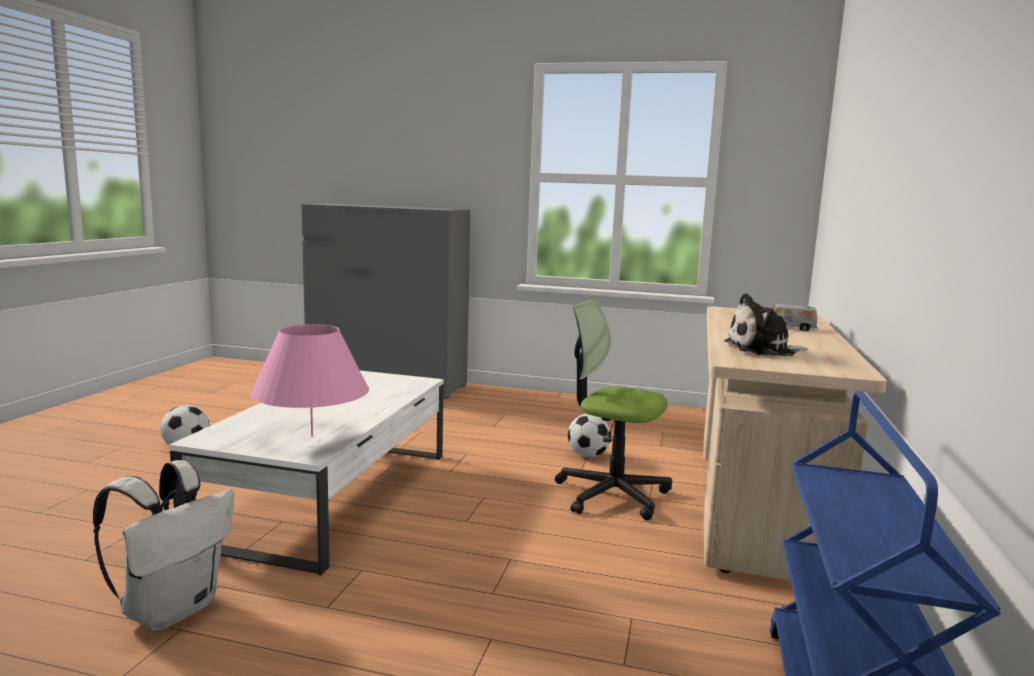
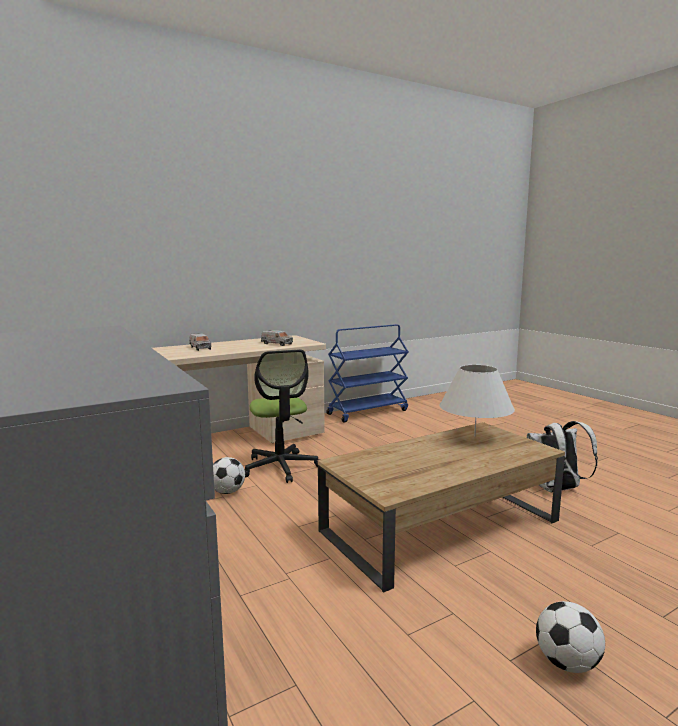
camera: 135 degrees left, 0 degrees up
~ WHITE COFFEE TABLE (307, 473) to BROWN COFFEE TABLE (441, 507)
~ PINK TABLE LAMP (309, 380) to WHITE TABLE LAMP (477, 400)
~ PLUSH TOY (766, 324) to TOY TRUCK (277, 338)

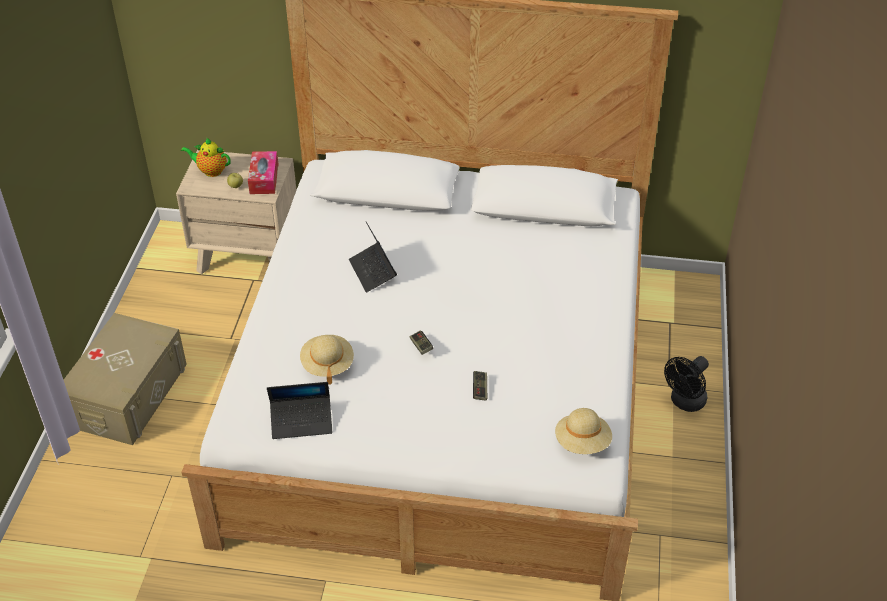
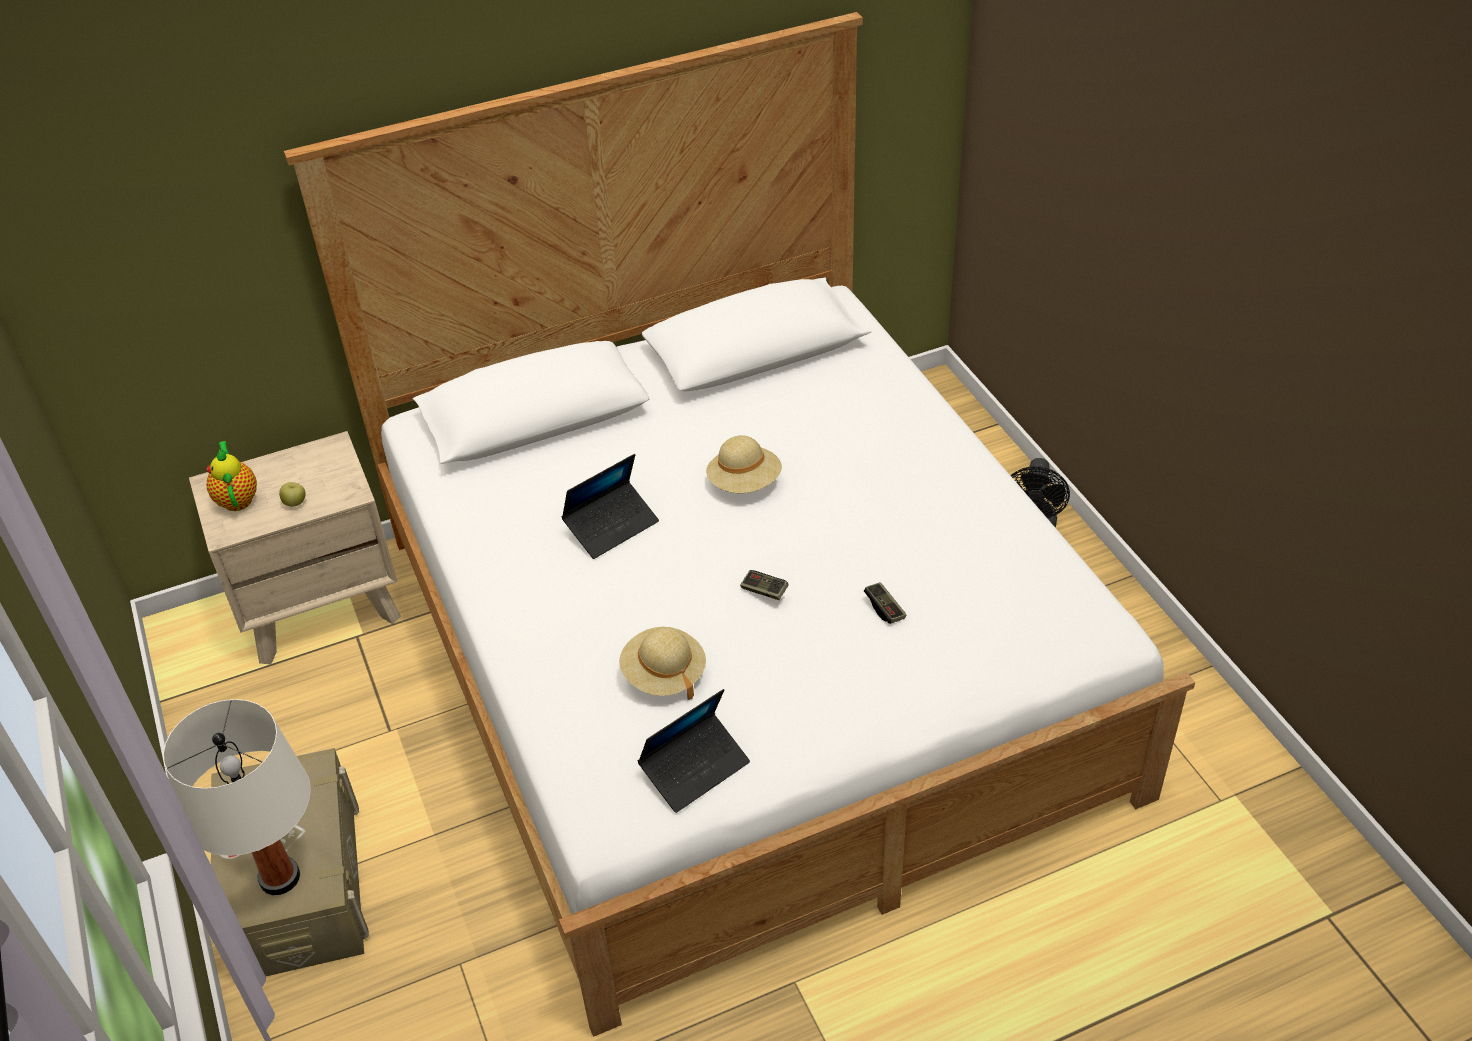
camera: 30 degrees left, 0 degrees up
~ TEAPOT (206, 157) = (232, 476) 90 degrees clockwise
- TISSUE BOX (263, 172)
~ LAPTOP (373, 257) = (610, 506) 75 degrees counterclockwise
~ BEIGE HAT (583, 431) to (744, 464)
+ WHITE TABLE LAMP (237, 797)

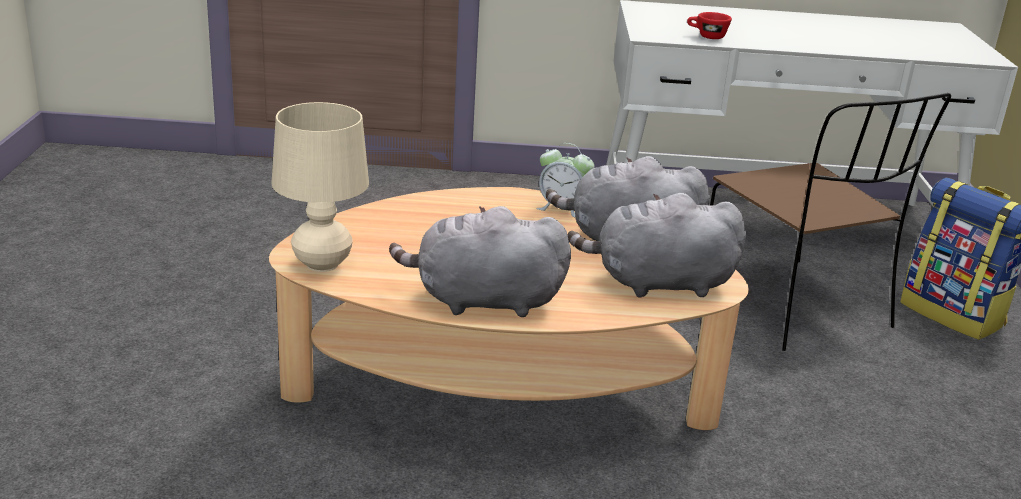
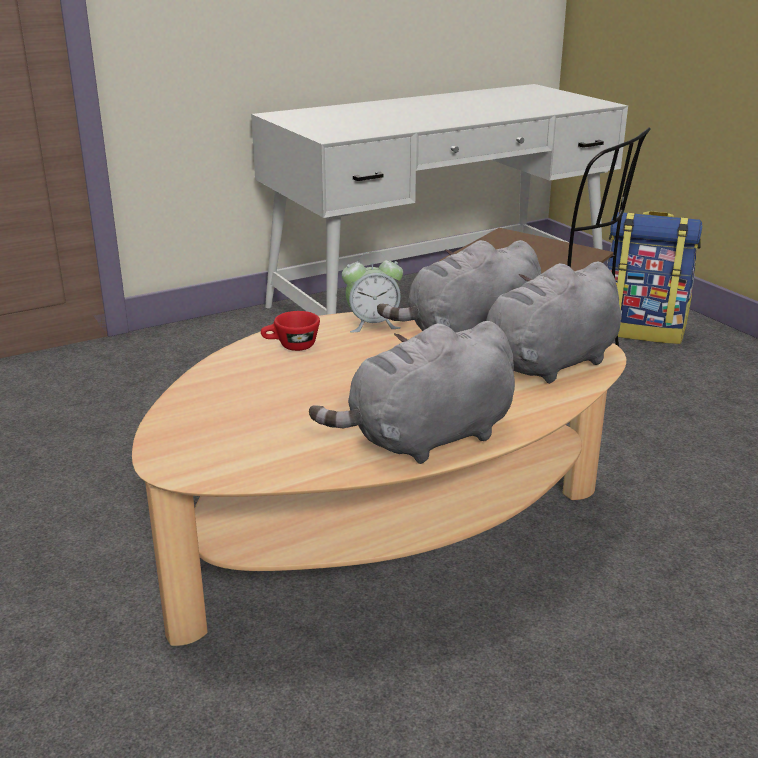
camera: 30 degrees left, 0 degrees up
- BEIGE TABLE LAMP (320, 187)
~ RED CUP (709, 25) to (290, 331)

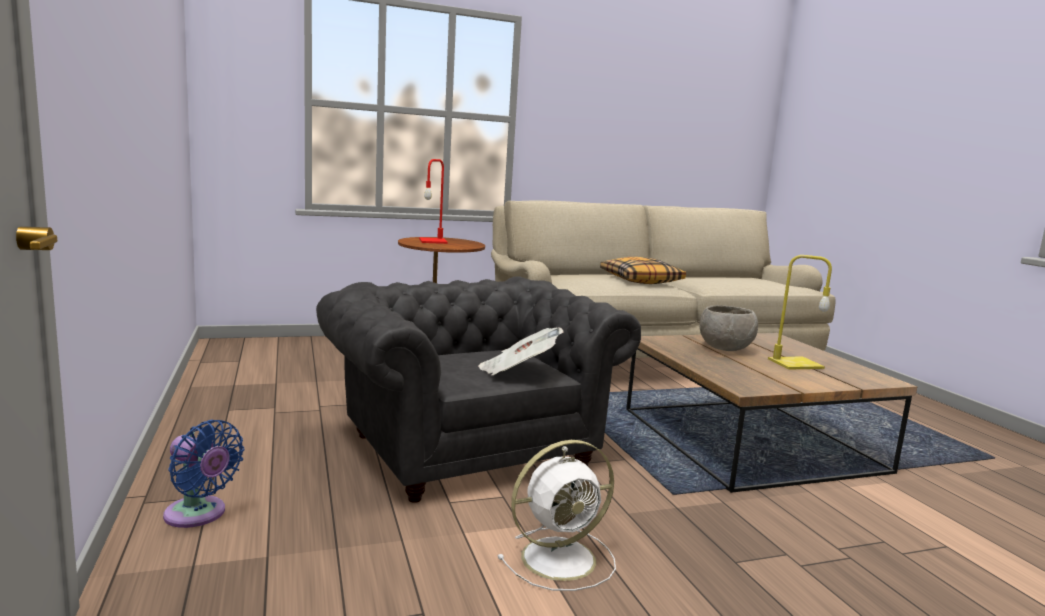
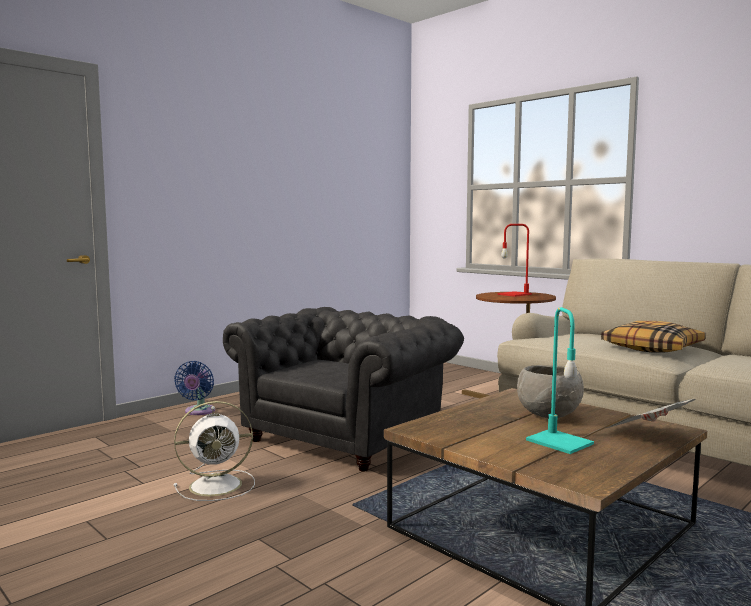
camera: 65 degrees right, 5 degrees down
~ NEWSPAPER (521, 351) to (651, 413)
~ WHITE FAN (557, 515) = (214, 451) 60 degrees counterclockwise
~ YELLOW TABLE LAMP (800, 312) to TURQUOISE TABLE LAMP (560, 380)

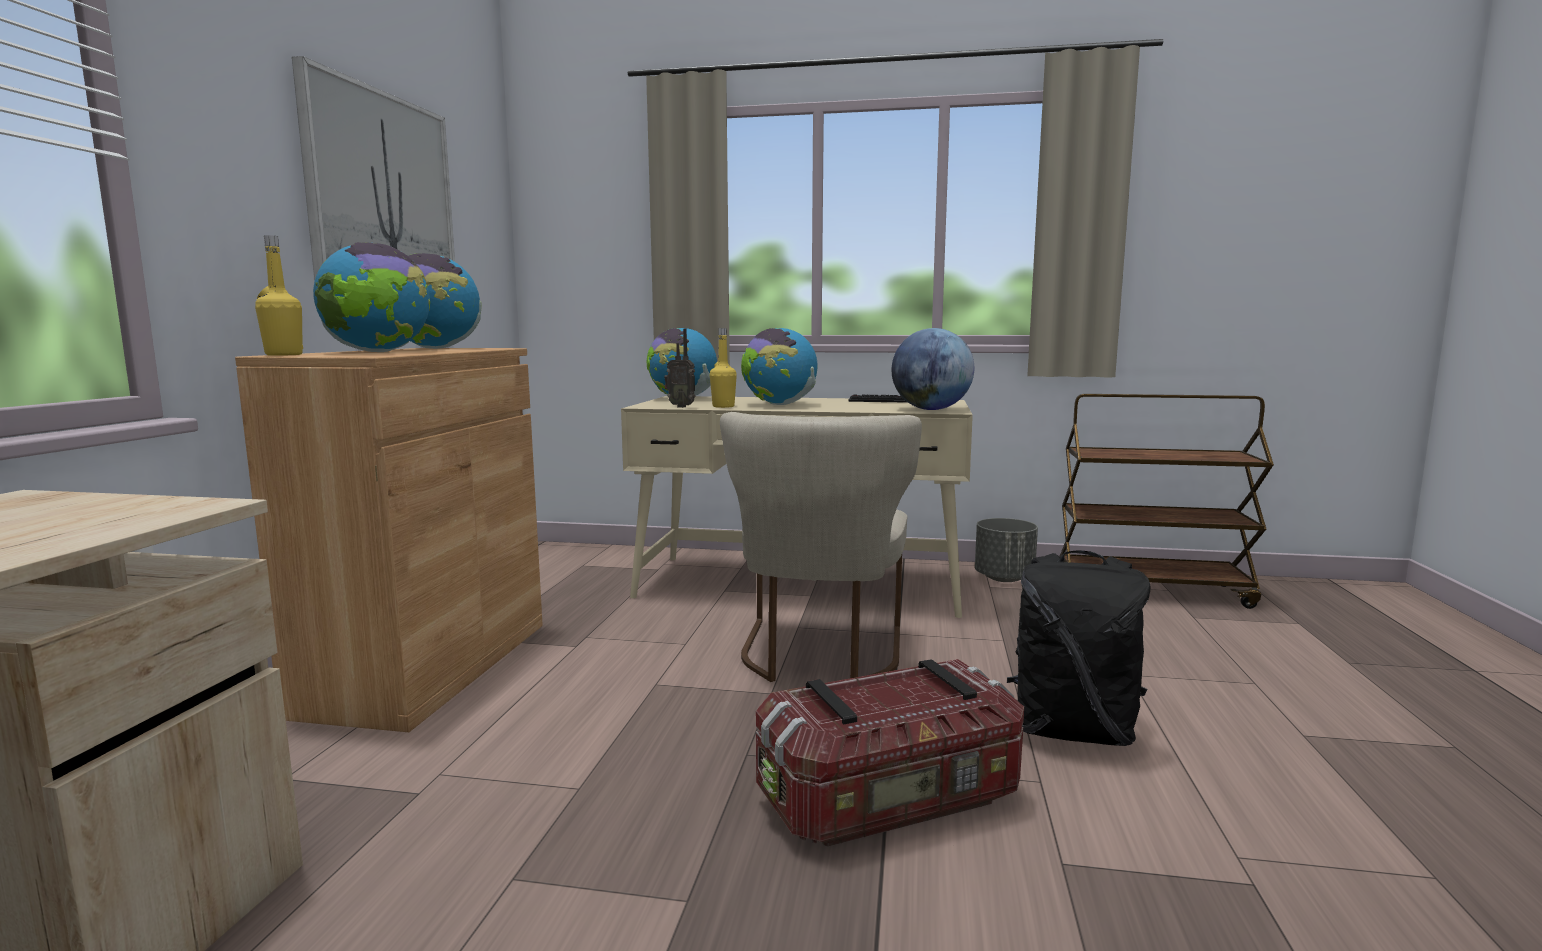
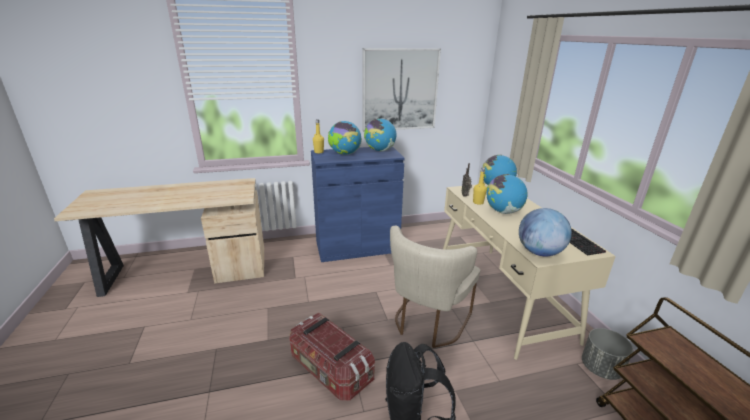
camera: 65 degrees right, 15 degrees up
~ BROWN CABINET (389, 540) to BLUE CABINET (358, 204)
~ BEIGE CHAIR (821, 547) = (435, 287) 45 degrees counterclockwise

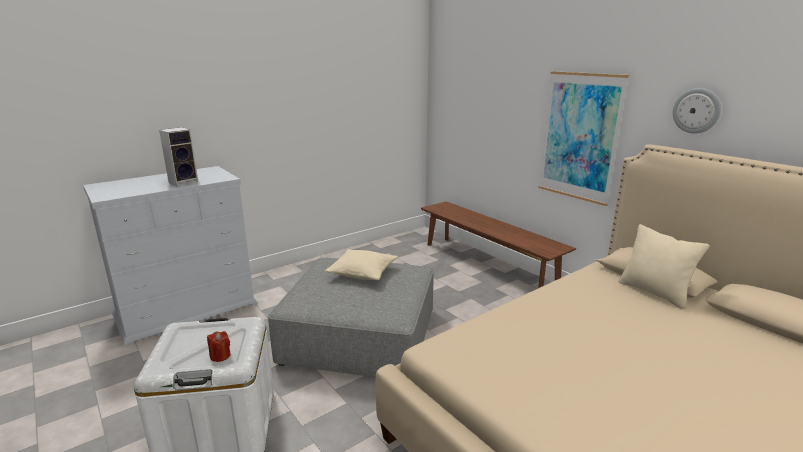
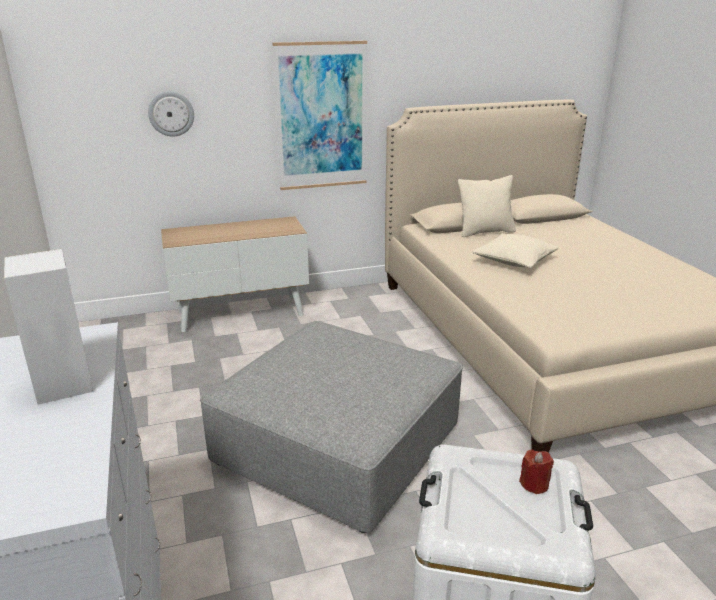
camera: 70 degrees left, 5 degrees up
~ BEIGE PILLOW (361, 264) to (515, 250)
~ BROWN BENCH (498, 244) to CABINET (235, 274)
~ WALL CLOCK (697, 111) to (171, 114)

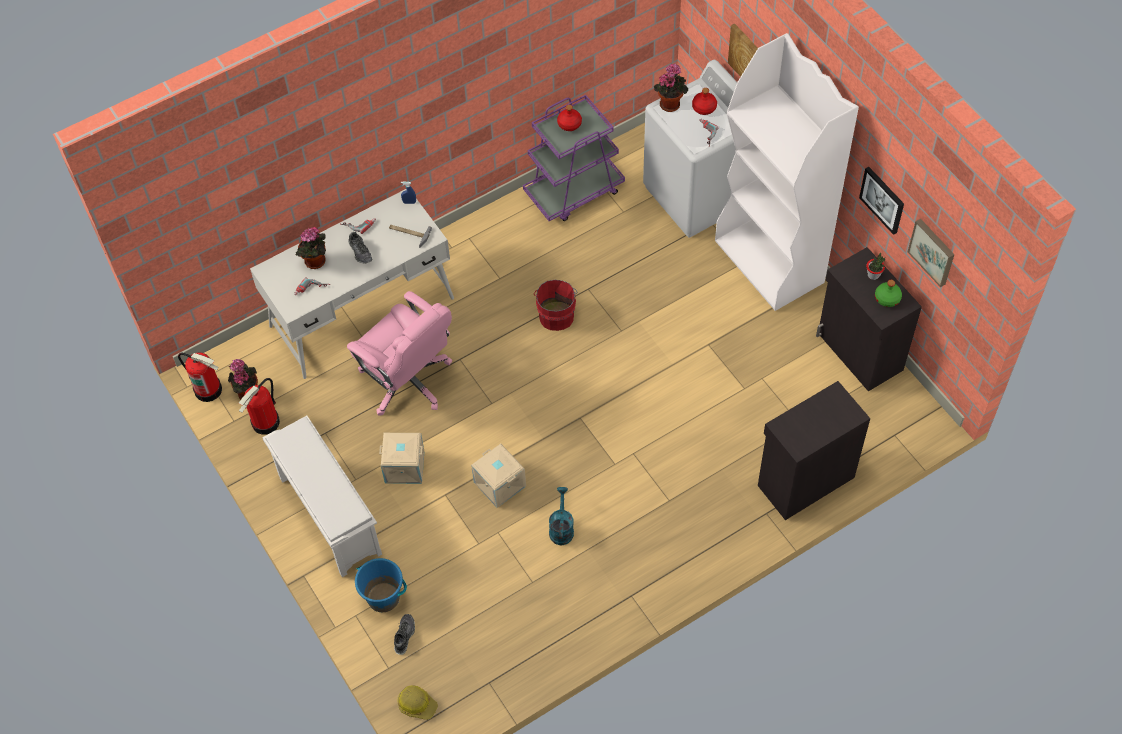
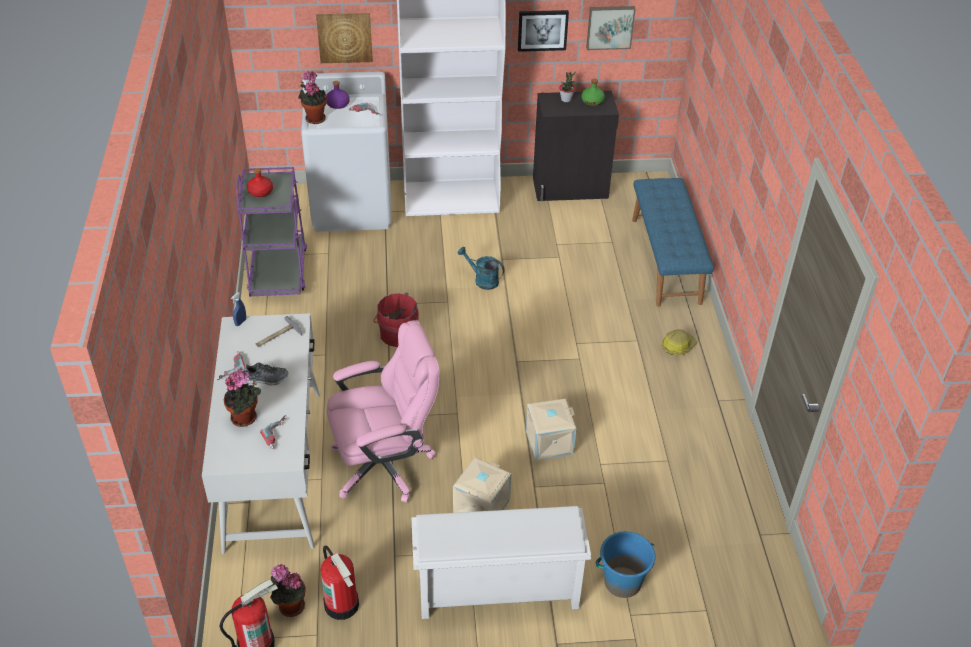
camera: 65 degrees left, 15 degrees down
- SHOE (404, 634)
~ HARD HAT (417, 703) to (679, 342)
~ TURQUOISE WATERING CAN (561, 516) to (480, 268)
~ RED BOTTLE (704, 101) to PURPLE BOTTLE (338, 95)
~ BLACK CABINET (814, 450) to BLUE BENCH (673, 242)

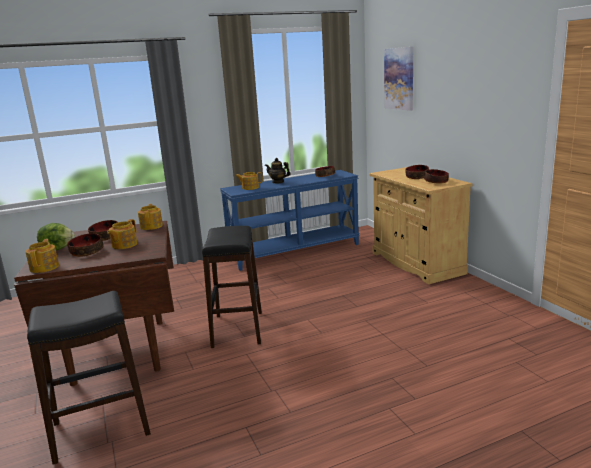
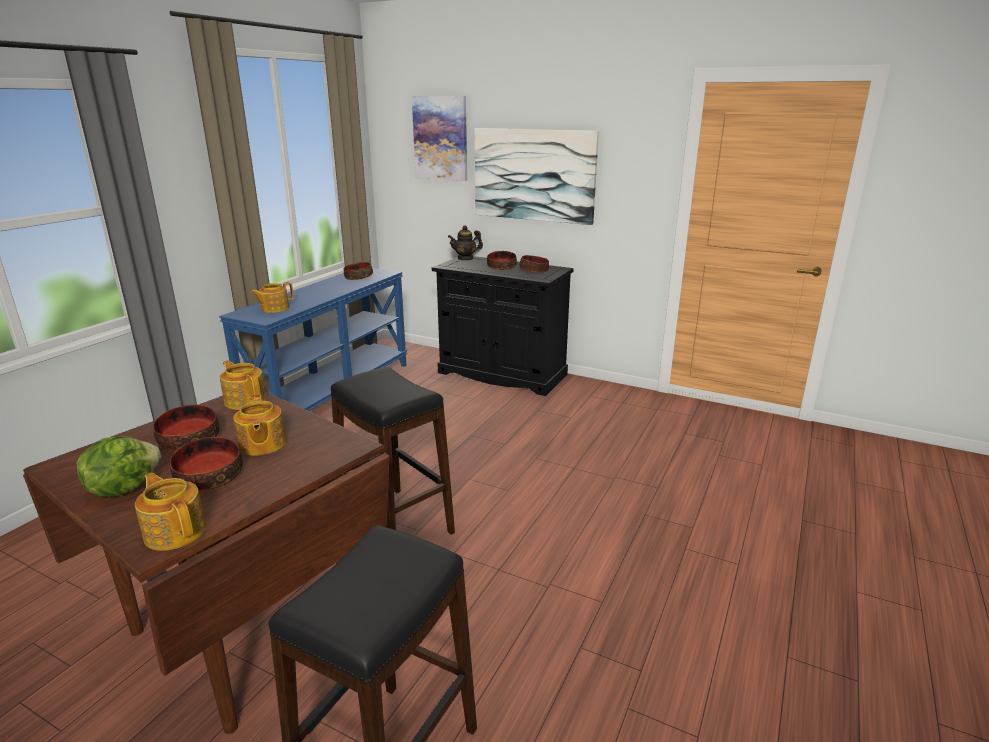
camera: 40 degrees left, 5 degrees up
~ TEAPOT (277, 171) to (465, 242)
~ BEIGE CABINET (421, 225) to BLACK CABINET (503, 326)
+ PICTURE (537, 176)

